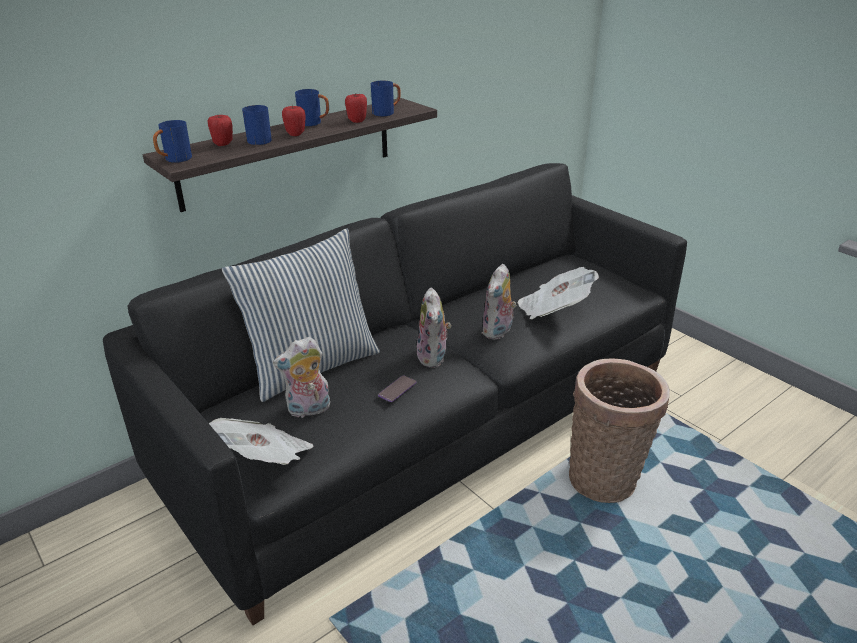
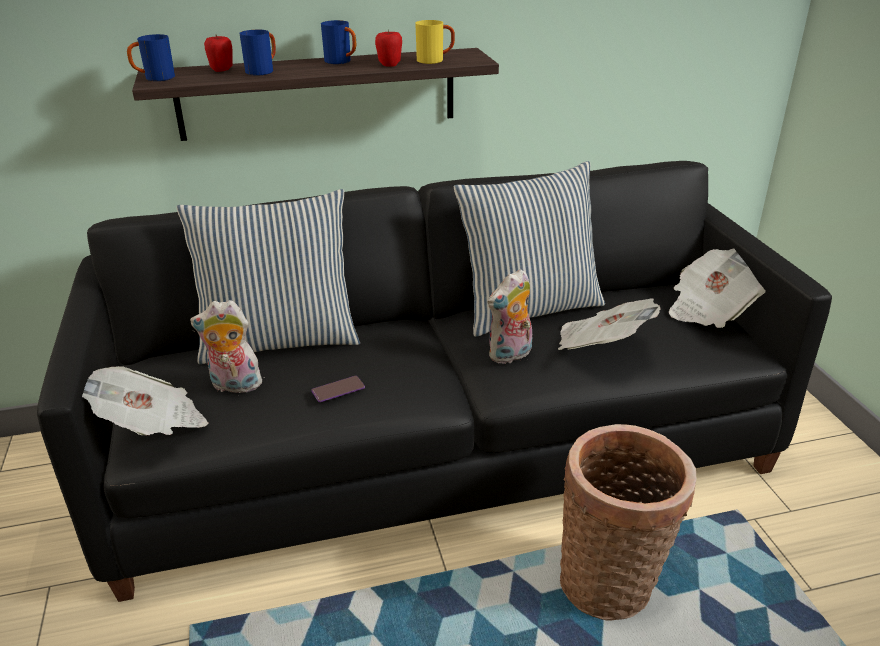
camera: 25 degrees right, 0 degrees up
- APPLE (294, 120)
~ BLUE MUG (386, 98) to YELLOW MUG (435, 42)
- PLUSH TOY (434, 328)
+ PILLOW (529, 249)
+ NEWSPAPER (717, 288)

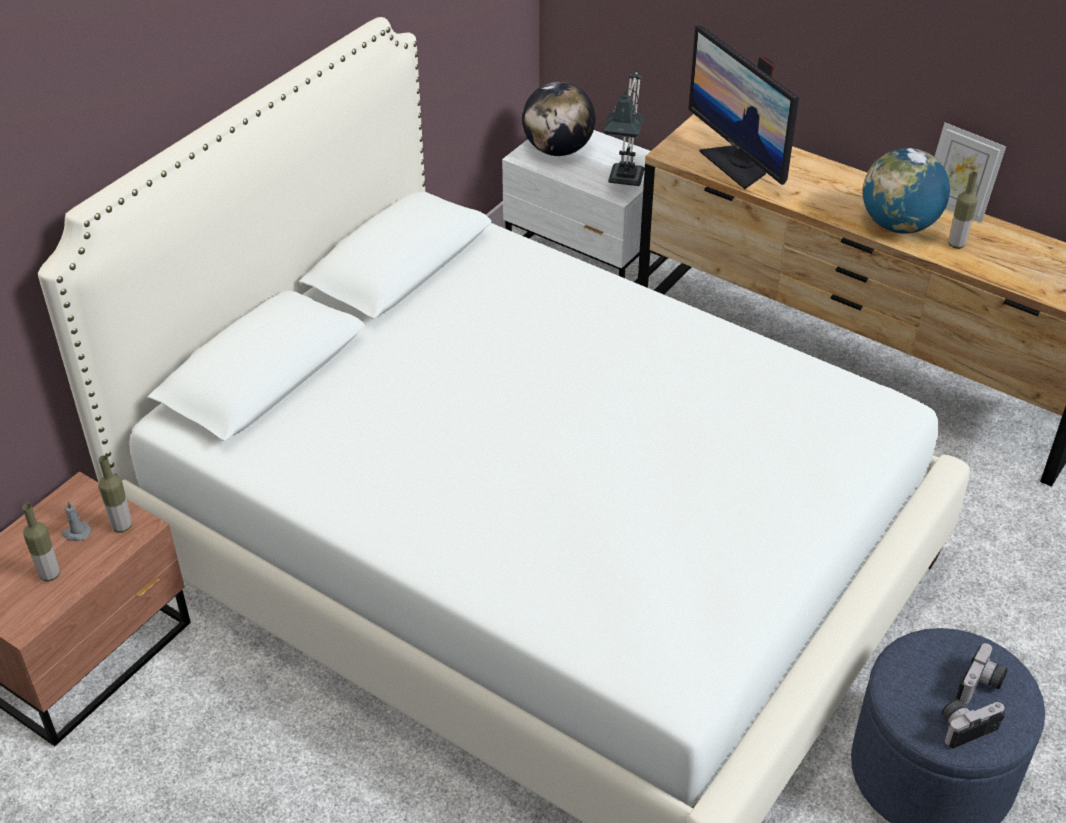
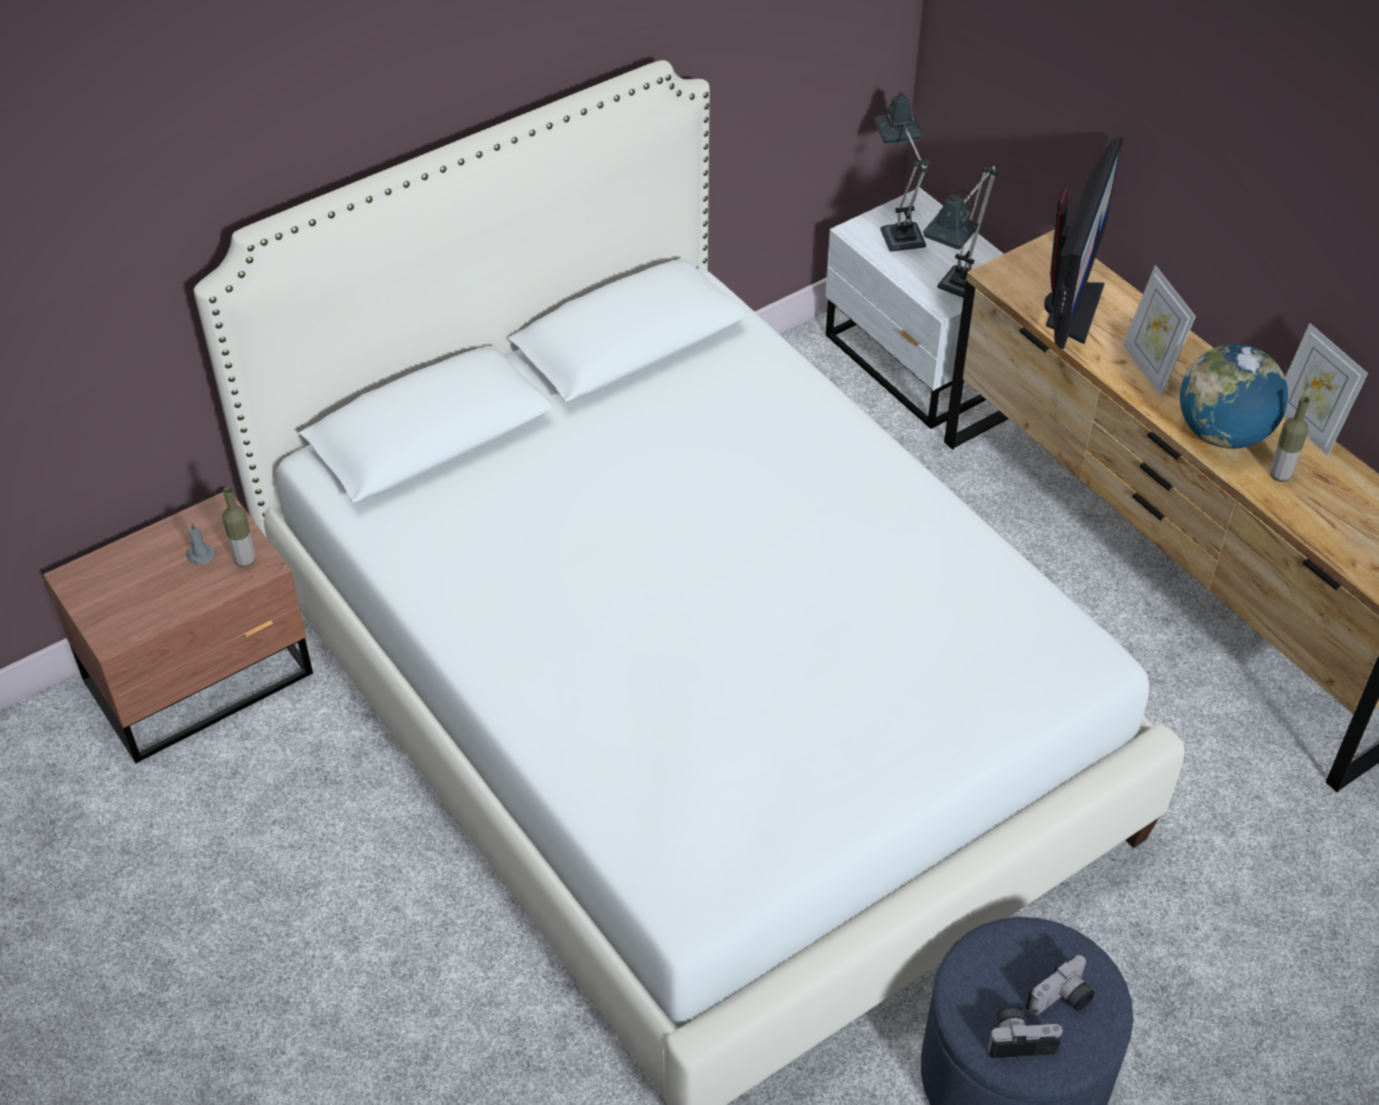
camera: 20 degrees right, 5 degrees up
- BOTTLE (41, 543)
~ GLOBE (558, 119) to TABLE LAMP (902, 171)
~ MONITOR (743, 107) = (1083, 243) 150 degrees counterclockwise
+ PICTURE FRAME (1159, 330)

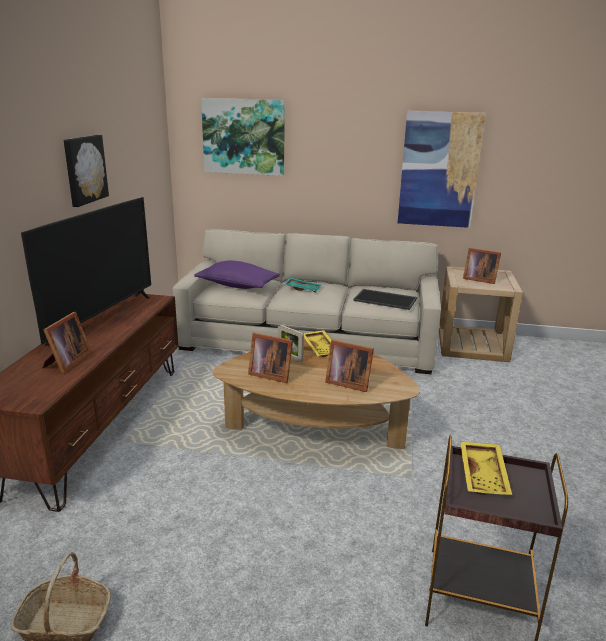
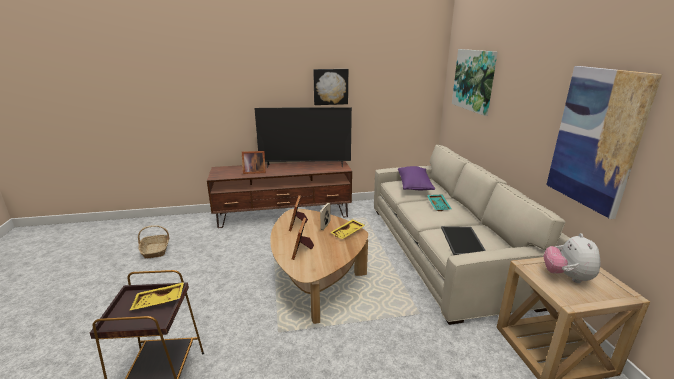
camera: 70 degrees right, 0 degrees up
~ PICTURE FRAME (482, 266) to PLUSH TOY (572, 258)

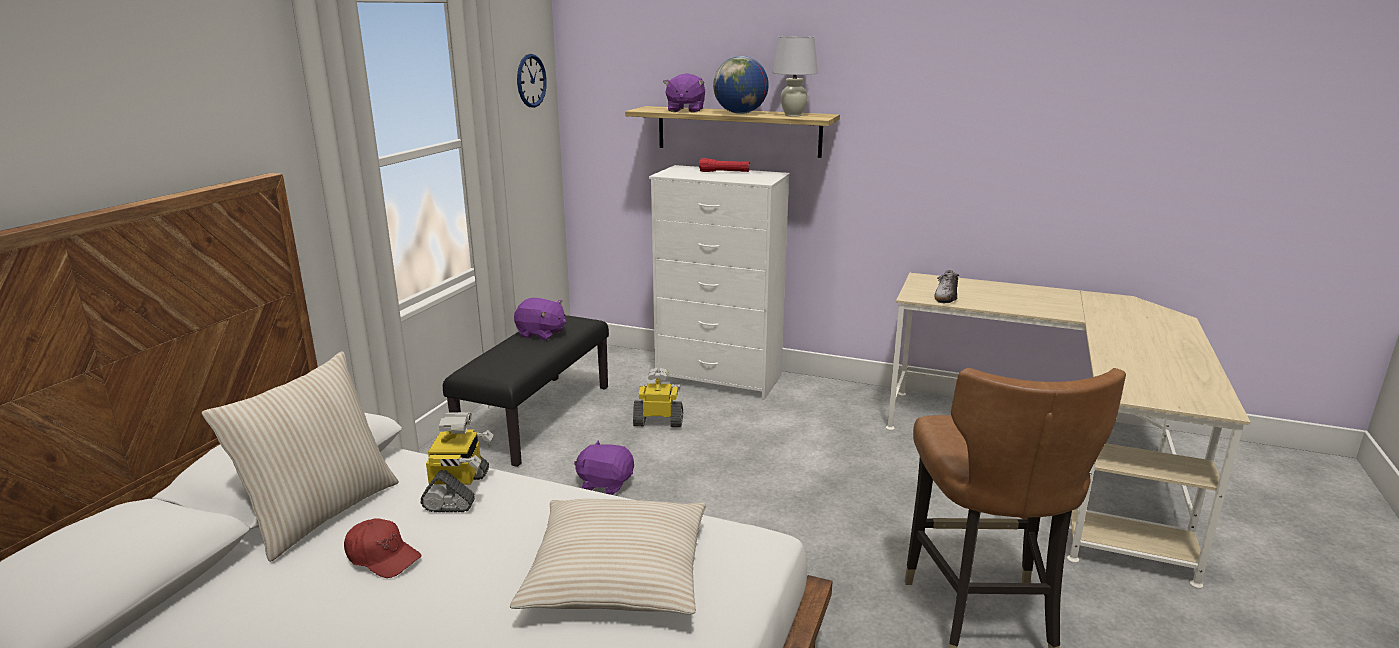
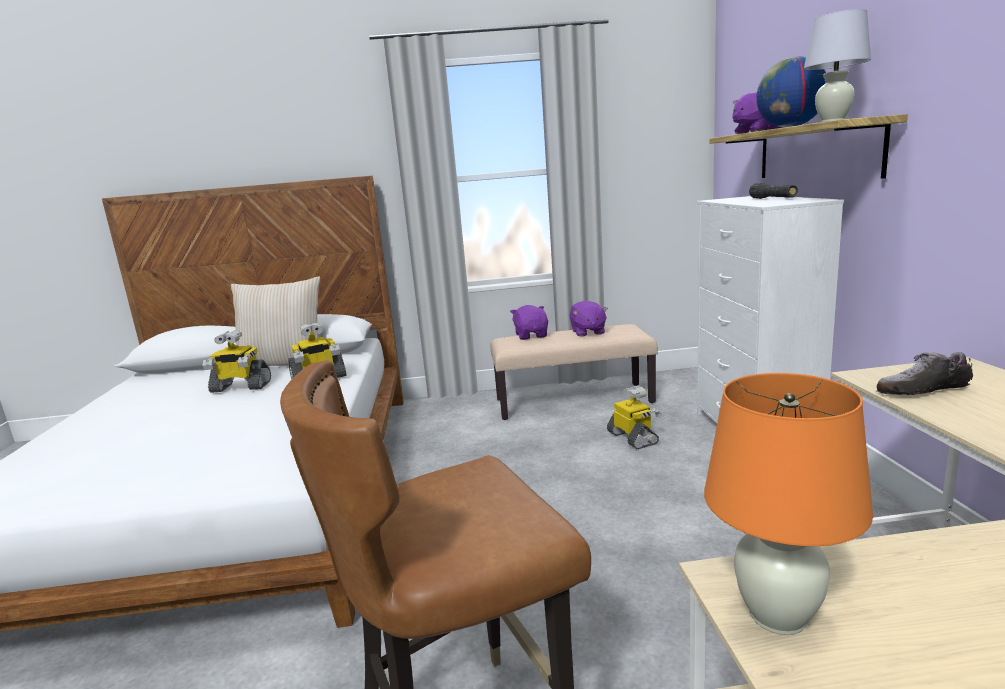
camera: 65 degrees right, 5 degrees down
~ RED CAP (382, 548) to TOY ROBOT (237, 361)
~ BLACK BENCH (526, 391) to BEIGE BENCH (574, 372)
- BEIGE PILLOW (608, 557)
- WALL CLOCK (532, 81)
~ PURPLE PLUSH TOY (604, 468) to (529, 322)
~ RED FLASHLIGHT (724, 165) to BLACK FLASHLIGHT (773, 191)
+ ORANGE TABLE LAMP (788, 504)

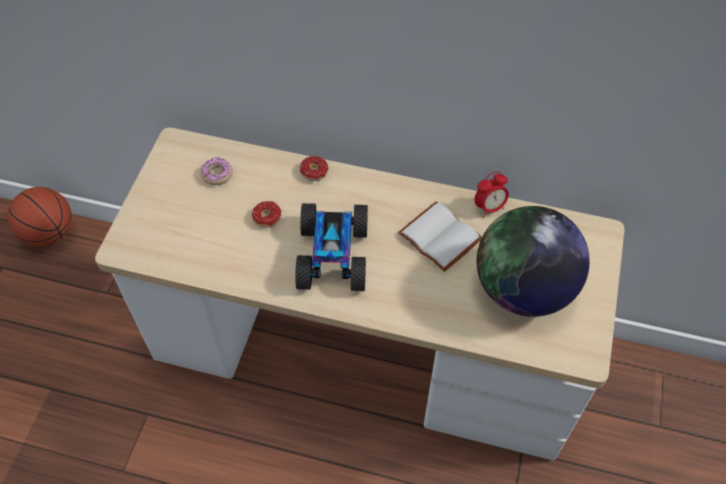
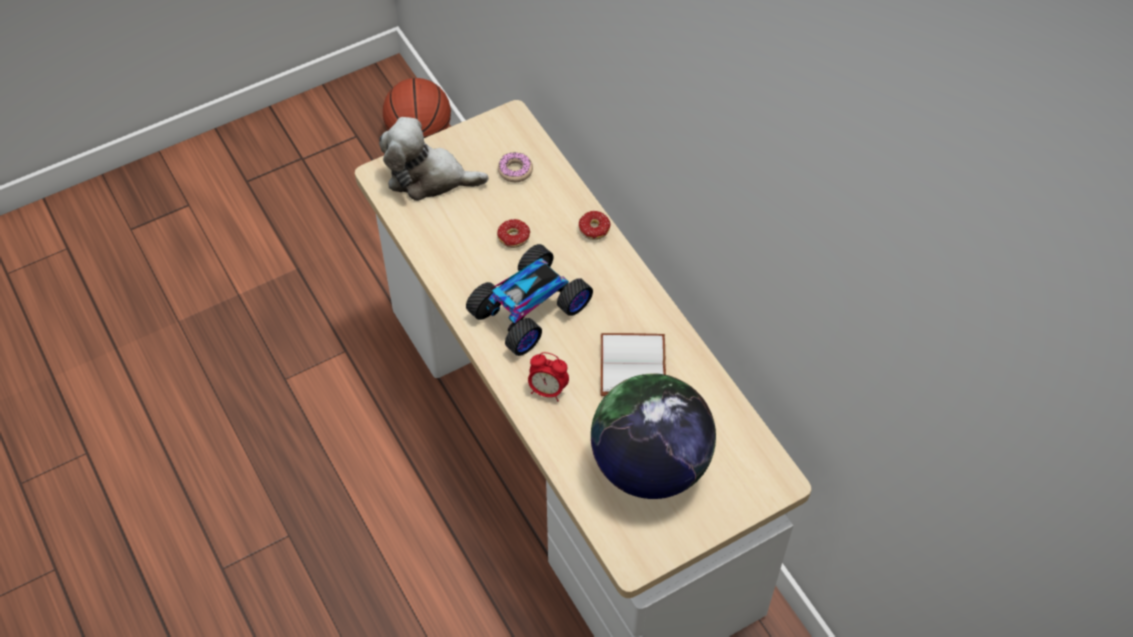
camera: 45 degrees right, 0 degrees up
~ ALARM CLOCK (491, 194) to (548, 376)
+ PLUSH TOY (434, 159)

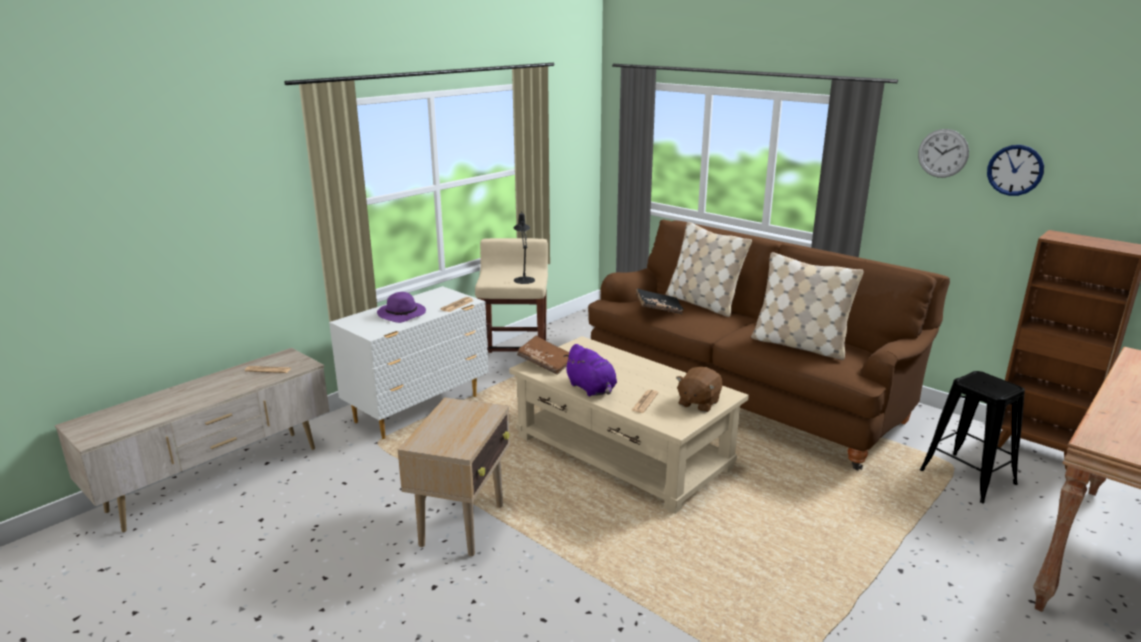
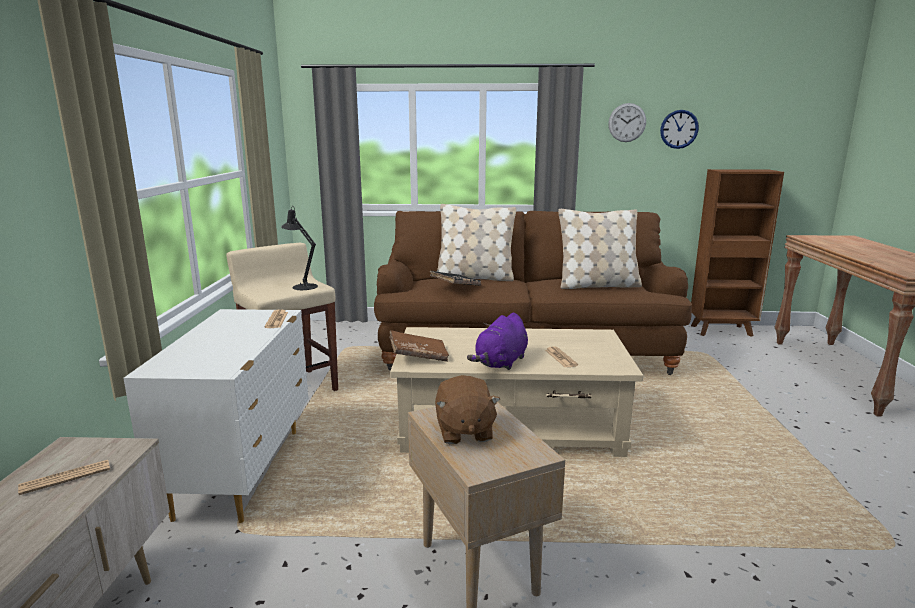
camera: 40 degrees left, 5 degrees down
- PURPLE HAT (401, 307)
~ PURPLE PLUSH TOY (590, 370) = (497, 341) 105 degrees clockwise
~ BROWN PLUSH TOY (699, 389) to (468, 409)
- BLACK STOOL (972, 437)

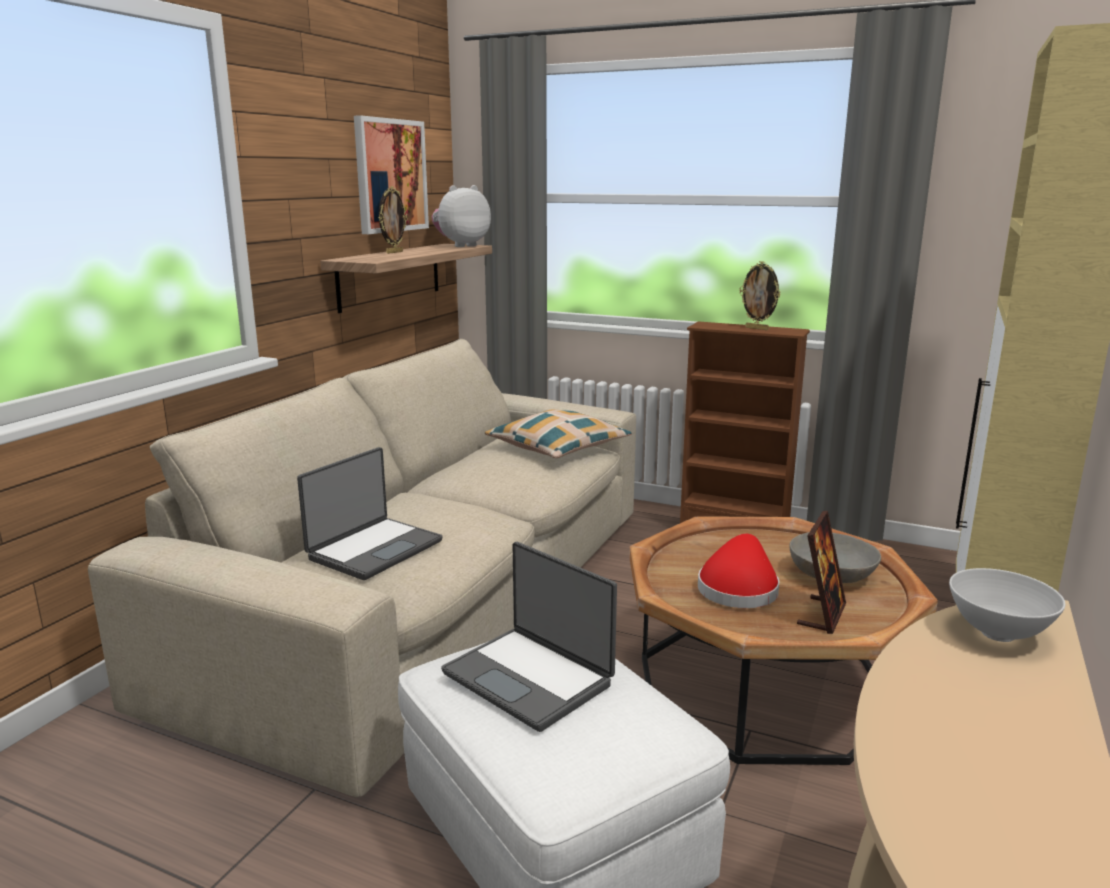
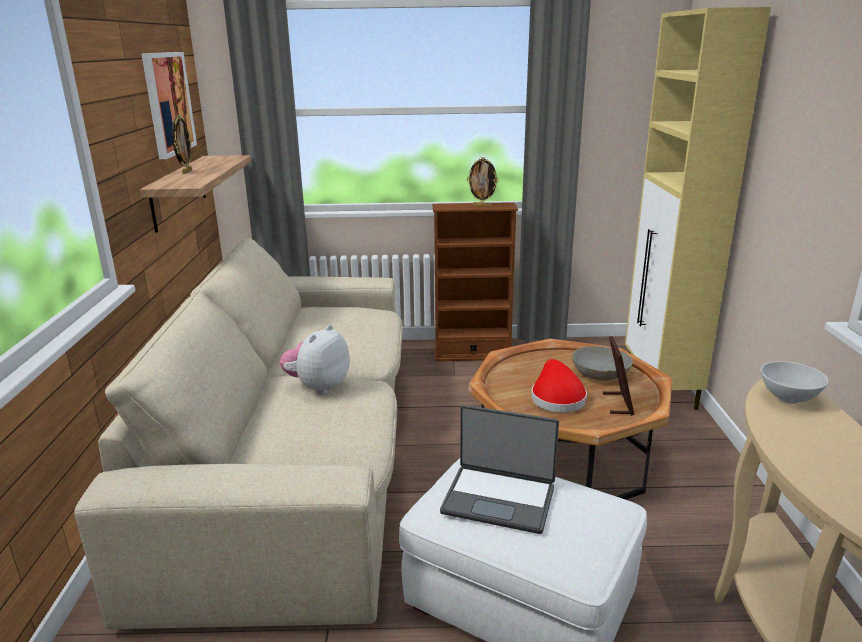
camera: 25 degrees left, 5 degrees up
- LAPTOP (370, 513)
~ PLUSH TOY (461, 216) to (314, 360)
- PILLOW (558, 434)

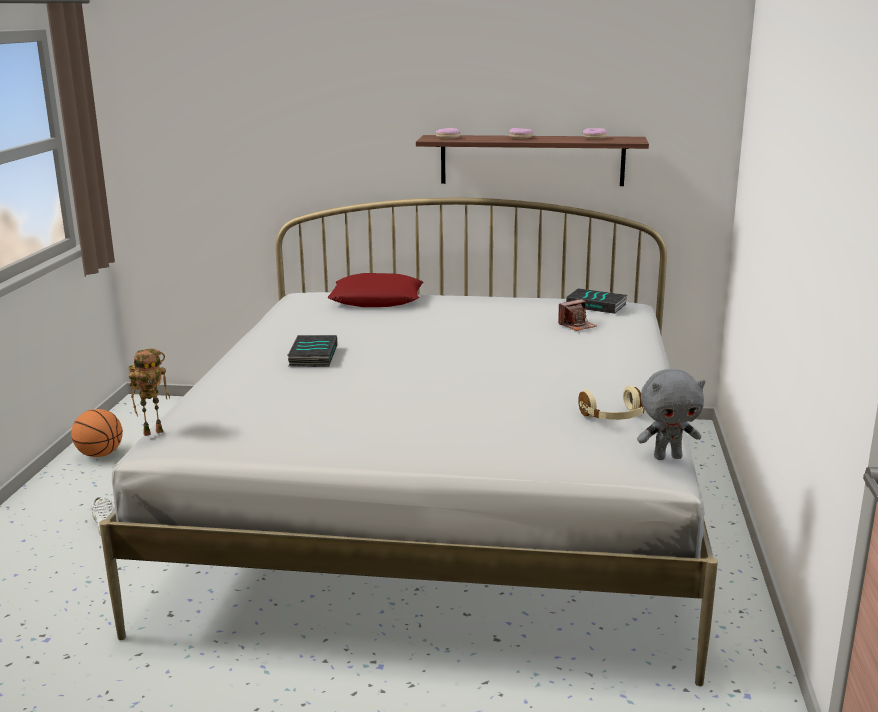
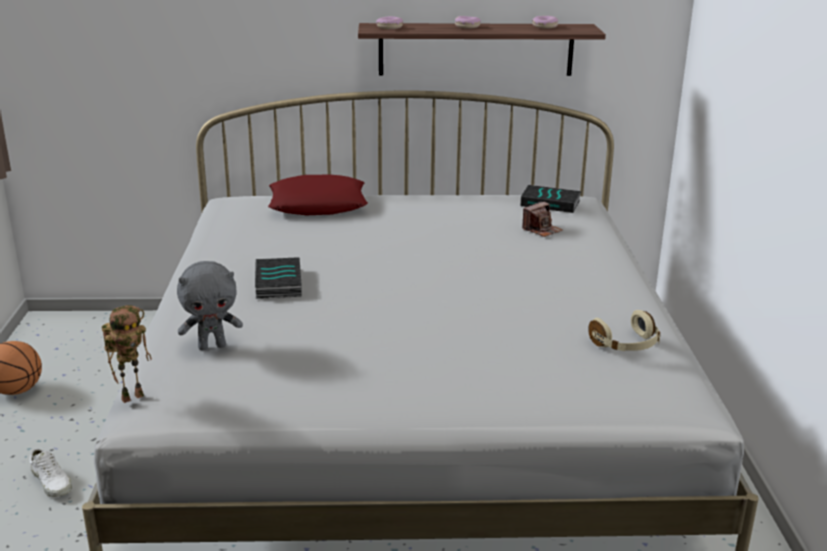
camera: 10 degrees left, 5 degrees up
~ GREY PLUSH TOY (671, 414) to (210, 305)

